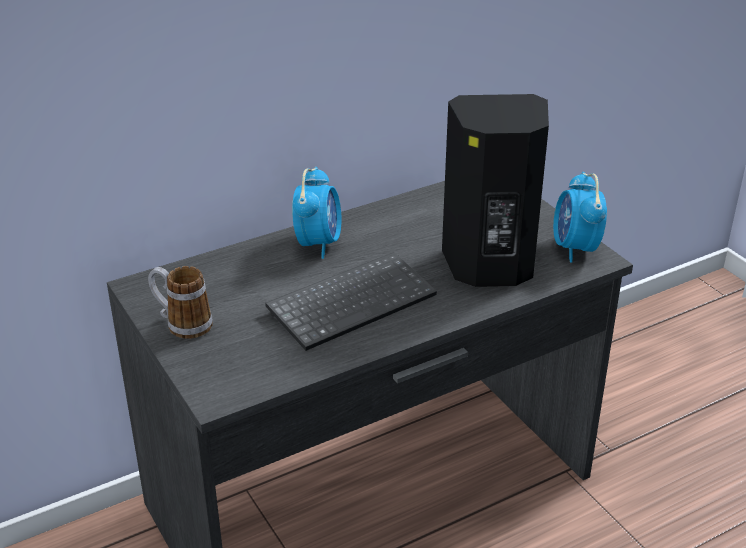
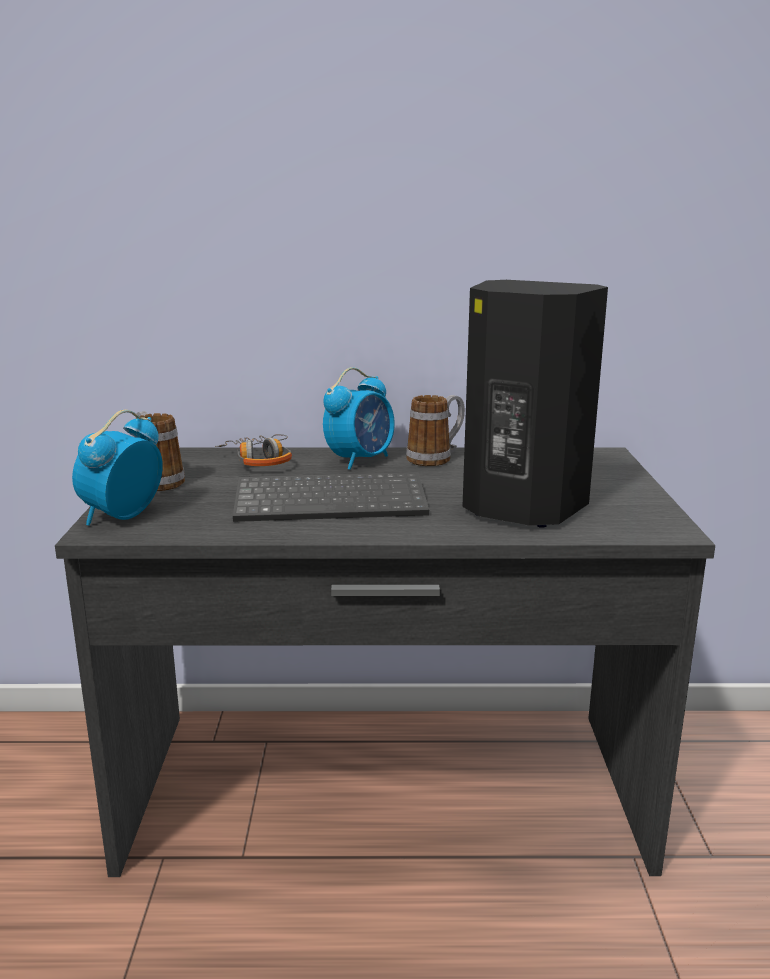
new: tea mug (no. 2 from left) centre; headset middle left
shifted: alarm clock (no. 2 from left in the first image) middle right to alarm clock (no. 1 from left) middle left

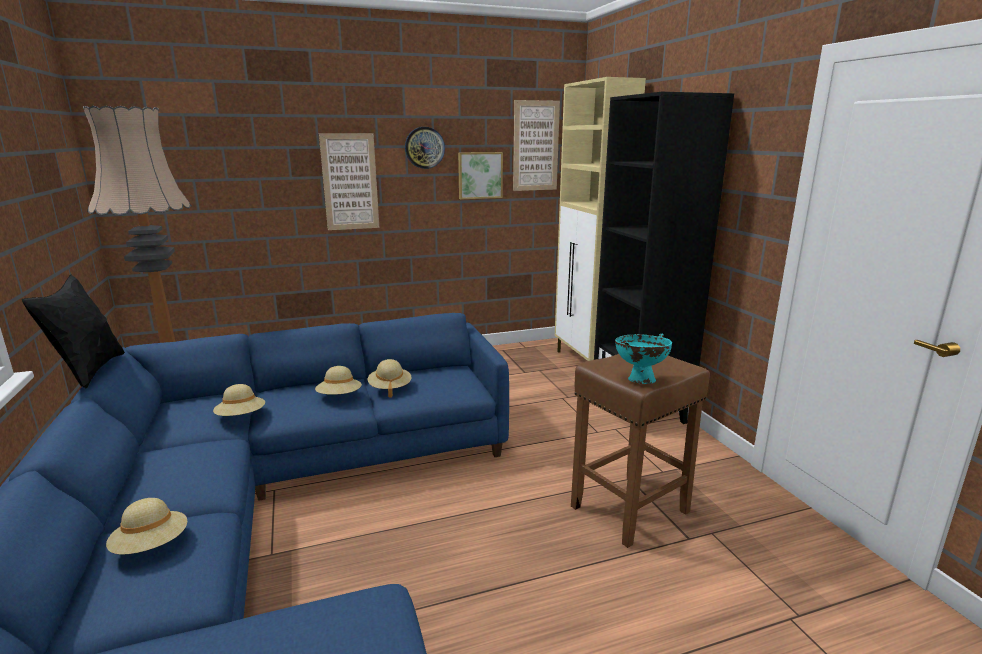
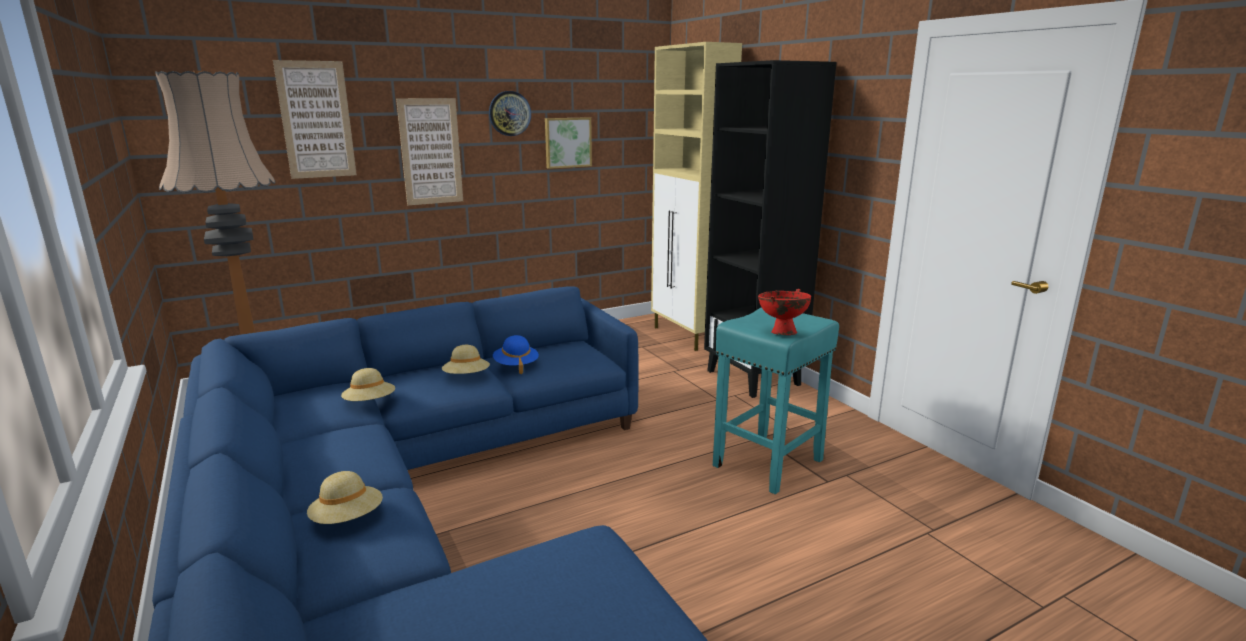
gone: cushion in black middle left
shifted: picture (no. 3 from left in the first image) top centre to picture (no. 1 from left) top left
repainted: bowl in turquoise-coloured centre to bowl in reddish centre; sitting stool in brown bottom centre to sitting stool in turquoise-coloured centre; wearable hat in sand-coloured (no. 4 from left) centre to wearable hat in blue centre

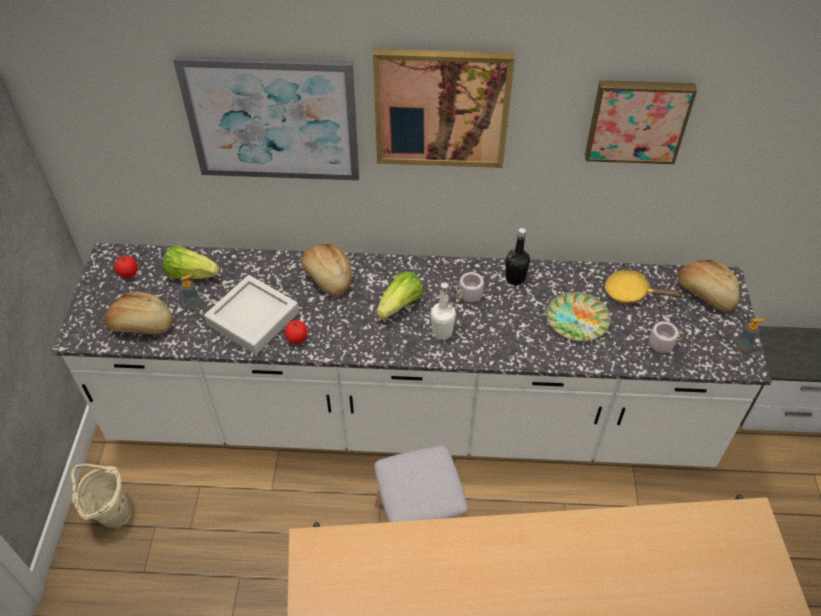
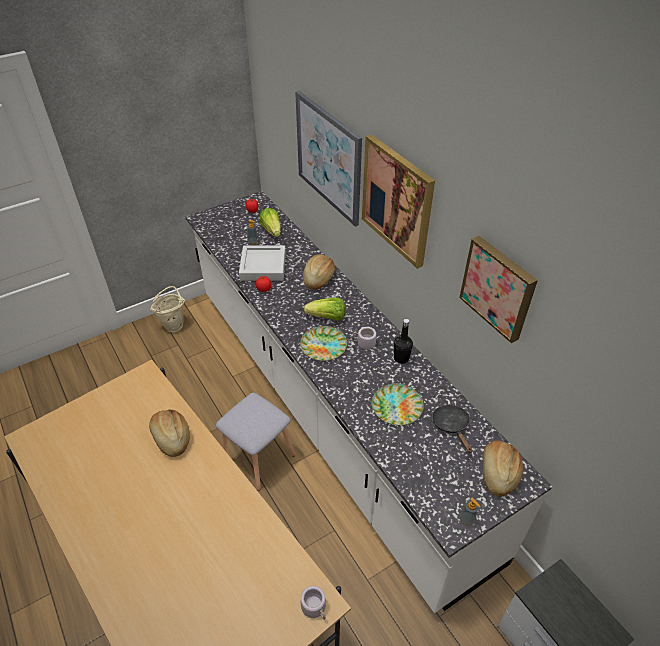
shifted: bread (no. 1 from left) middle left to bottom left; tea mug in gray (no. 2 from left in the first image) middle right to tea mug in gray (no. 1 from left) bottom centre
swapped: bottle in whitish centre to flat dish (no. 1 from left) centre
repainted: pan in yellow middle right to pan in black middle right

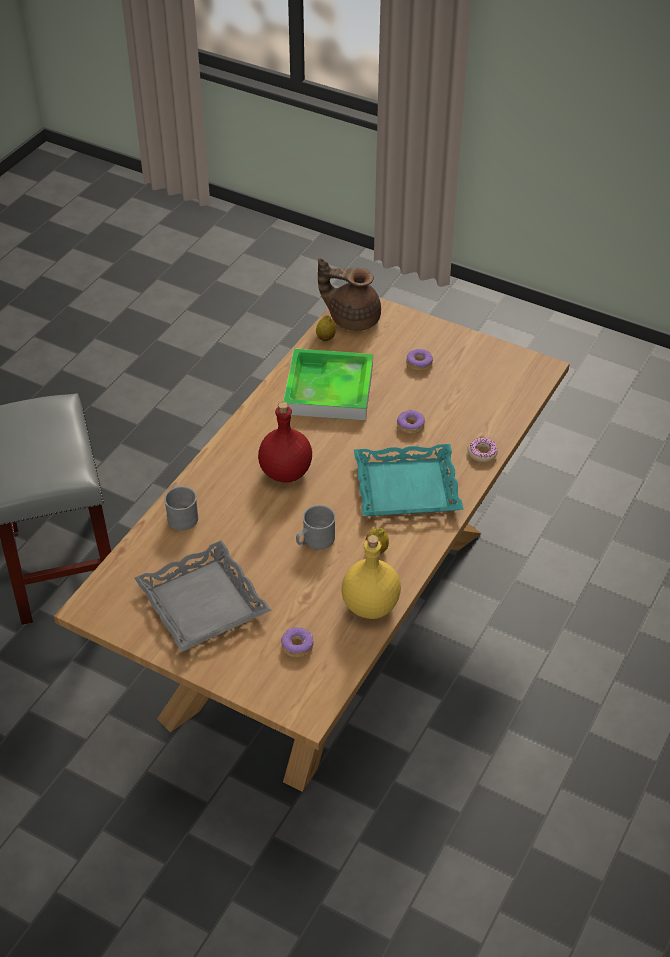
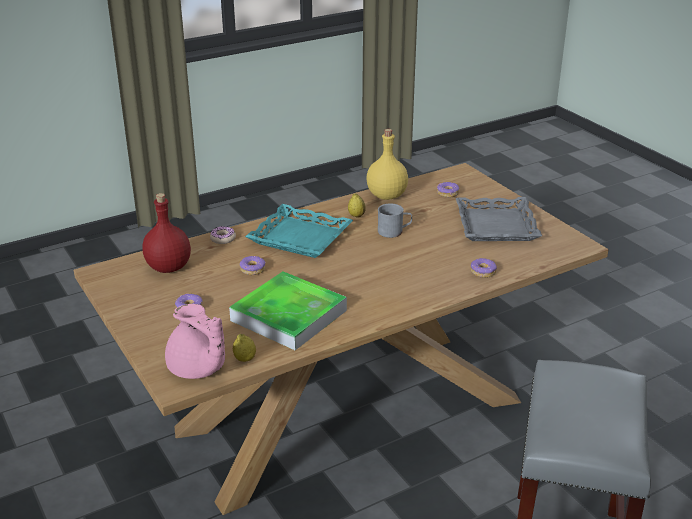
shifted: bottle in reddish centre to middle left
swapped: tea mug in gray (no. 1 from left) middle left to ring doughnut (no. 5 from left) middle right
repainted: teapot in brown top centre to teapot in pink middle left

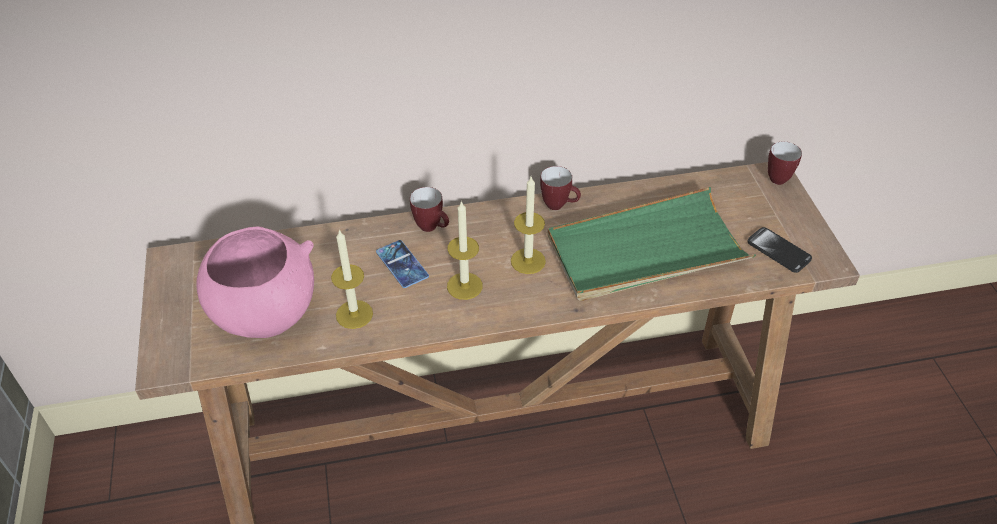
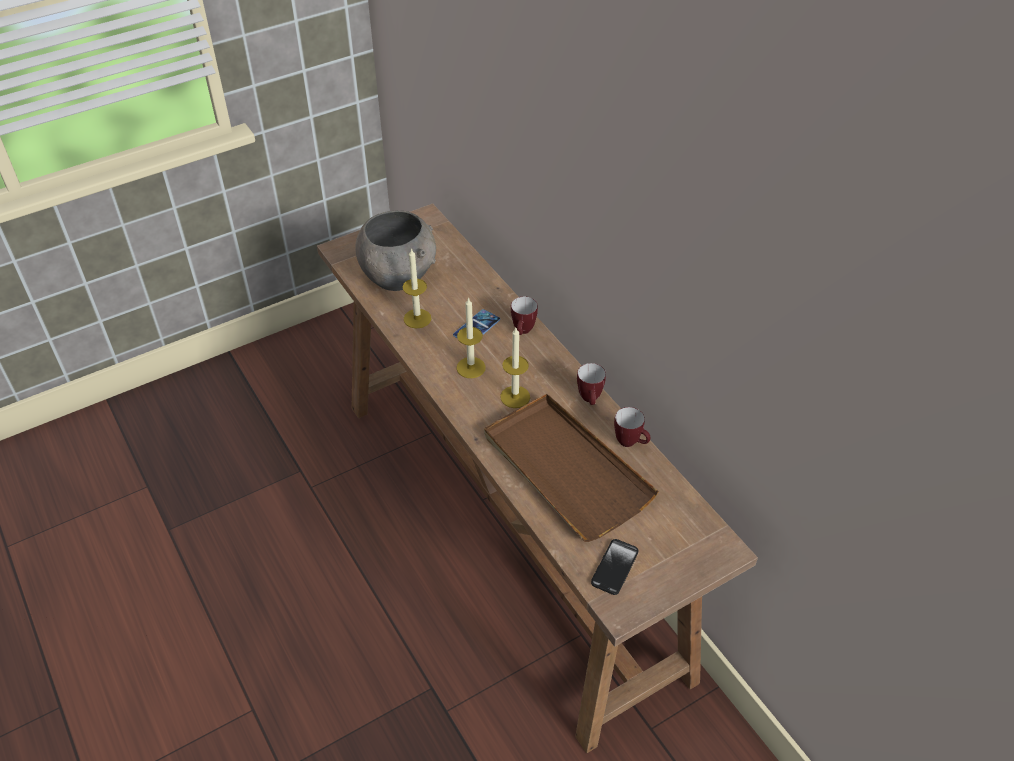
shifted: tea mug (no. 3 from left) top right to centre
repainted: carrying tray in greenish centre to carrying tray in brown centre; bowl in pink middle left to bowl in gray top centre

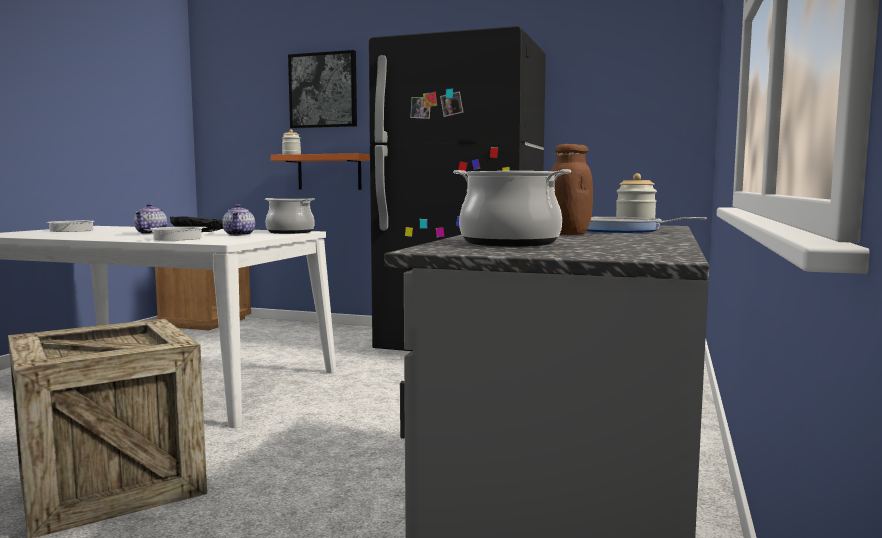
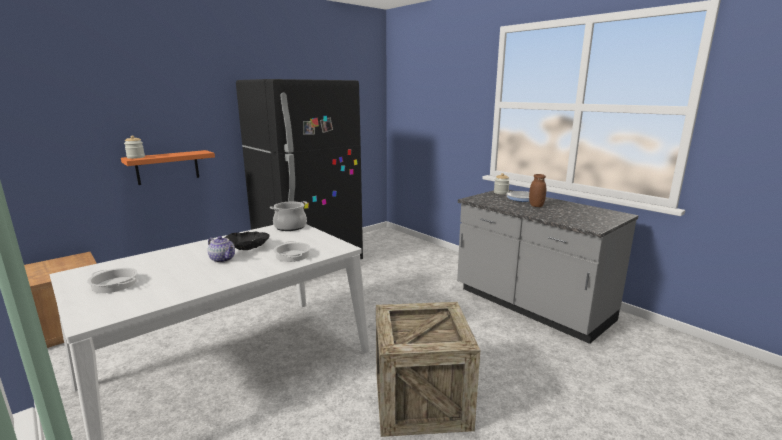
gone: picture top centre; cooking pot (no. 4 from left) centre; teapot (no. 2 from left) middle left

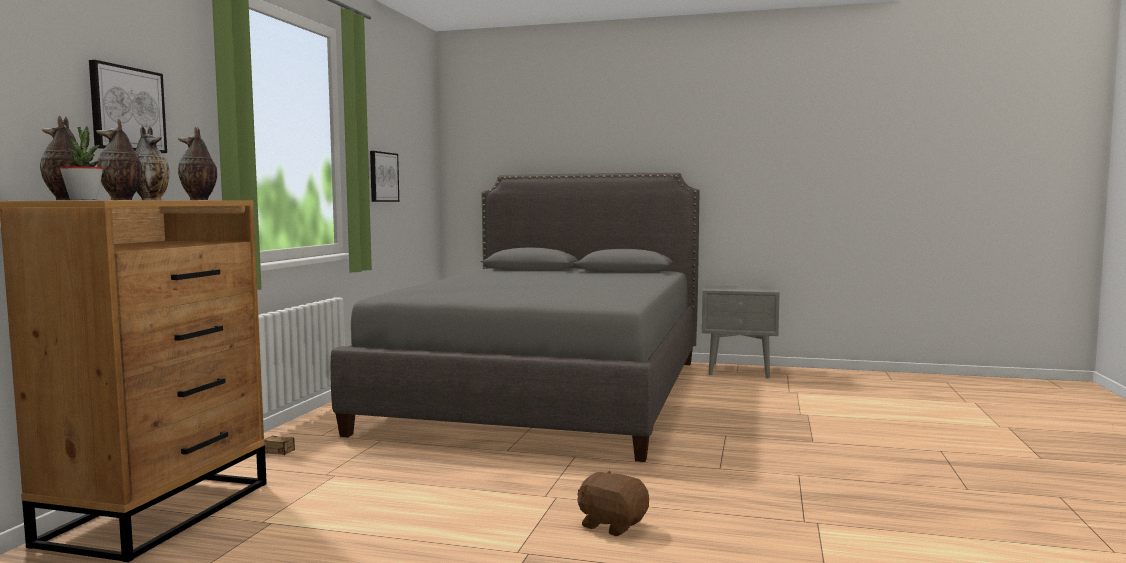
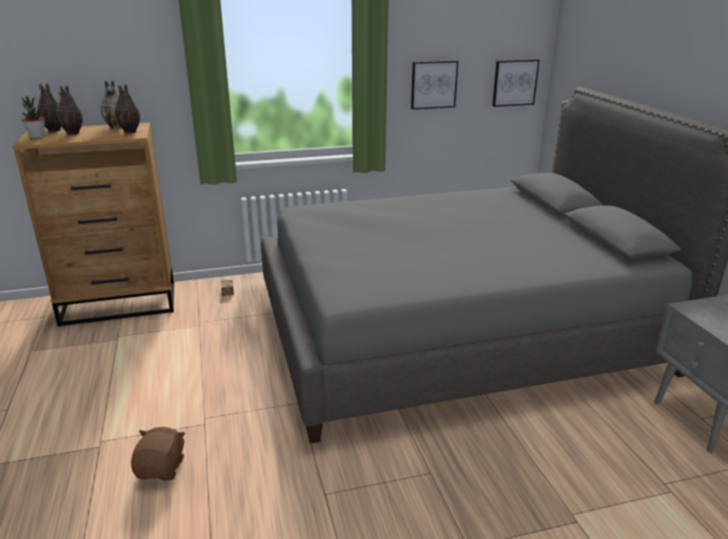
shifted: picture (no. 1 from left in the first image) top left to picture (no. 2 from left) top right

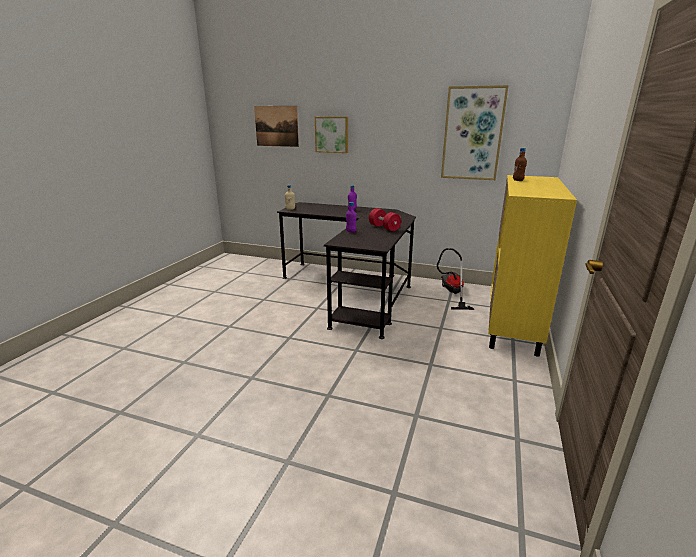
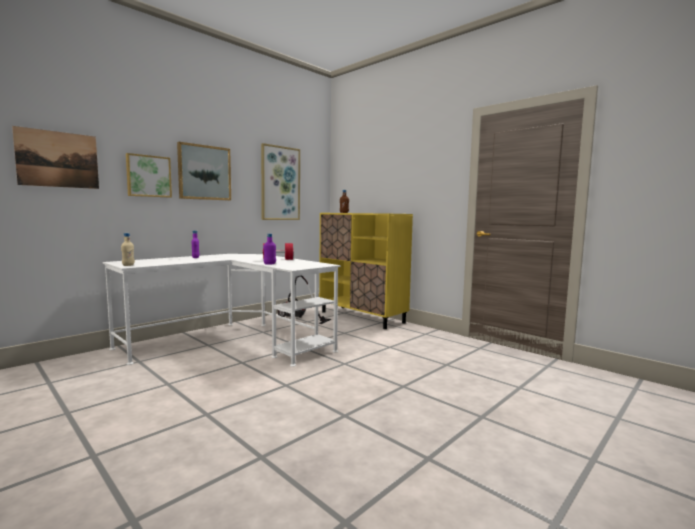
new: picture (no. 3 from left) top left
repainted: desk in black centre to desk in whitish middle left

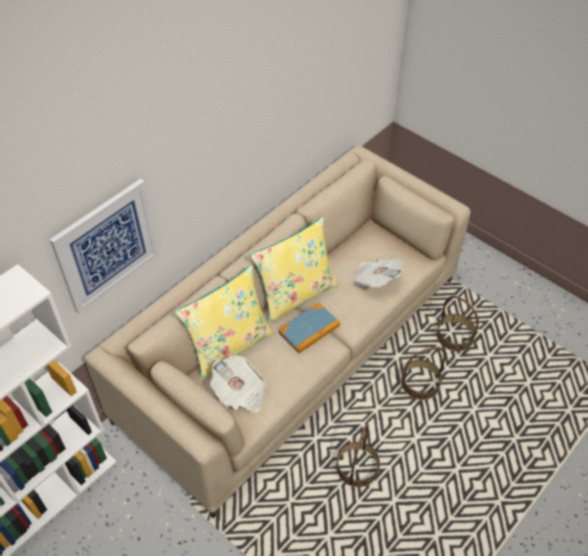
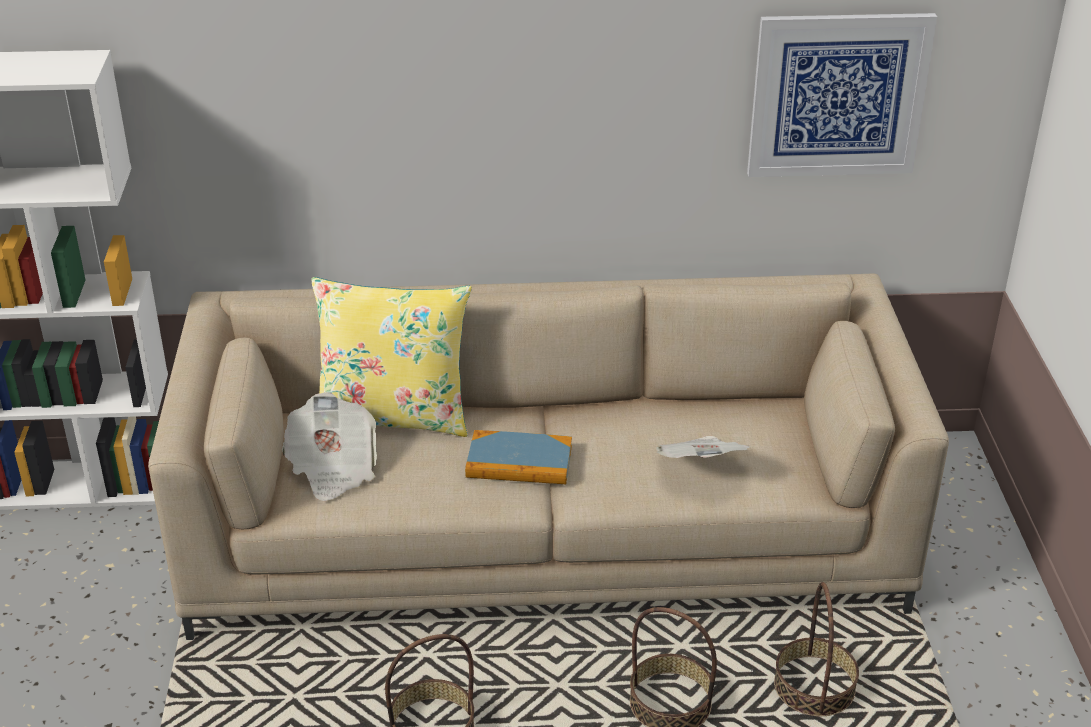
gone: cushion in yellow (no. 2 from left) centre
shifted: picture middle left to top right

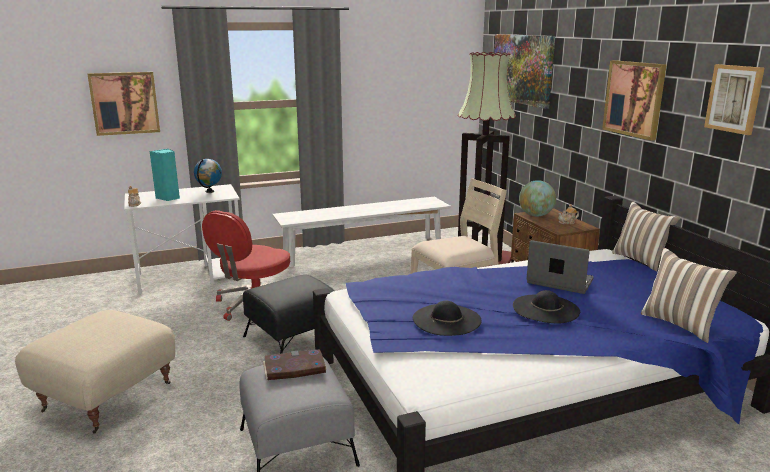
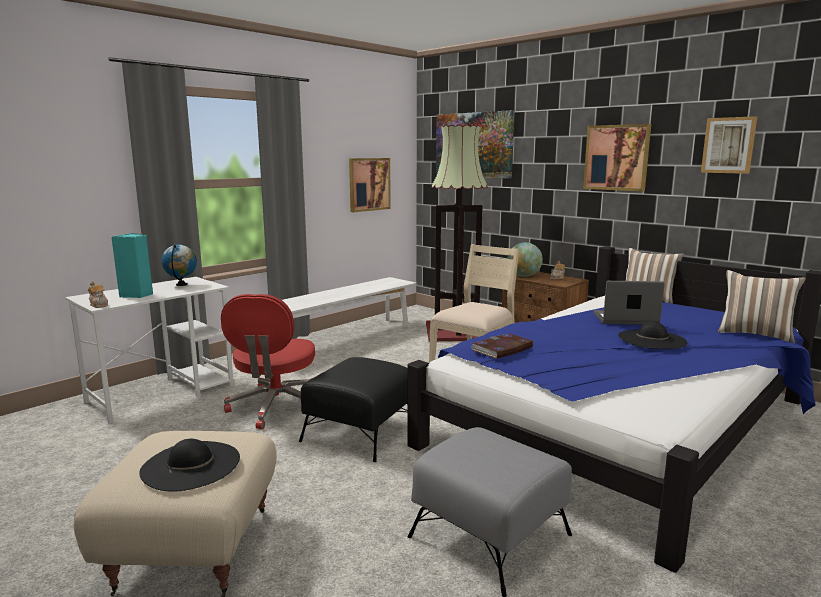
shifted: picture (no. 1 from left) top left to top centre; wearable hat in black (no. 1 from left) bottom centre to bottom left; volume bottom centre to centre

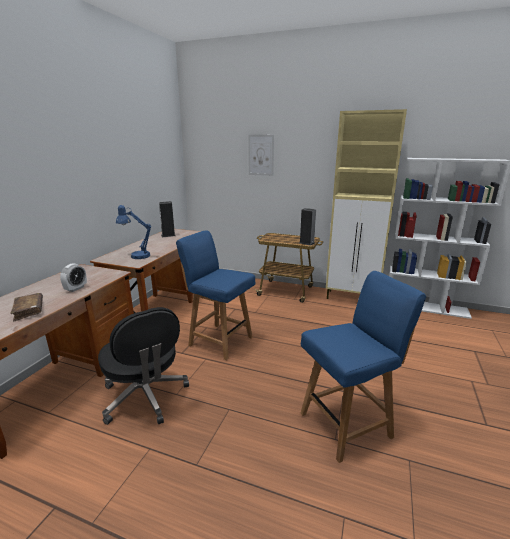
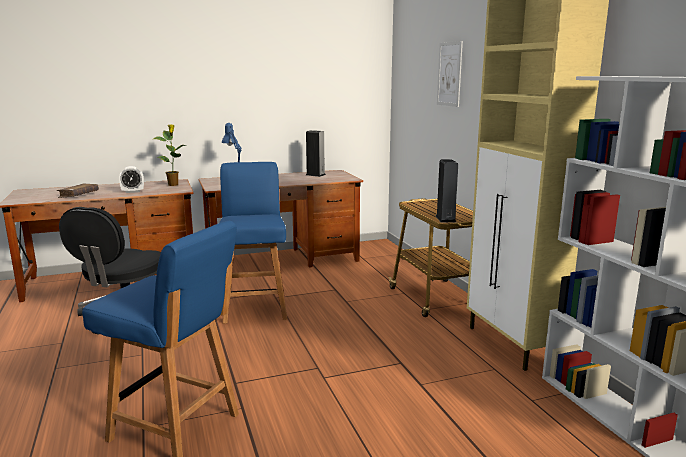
new: plant in a pot middle left

